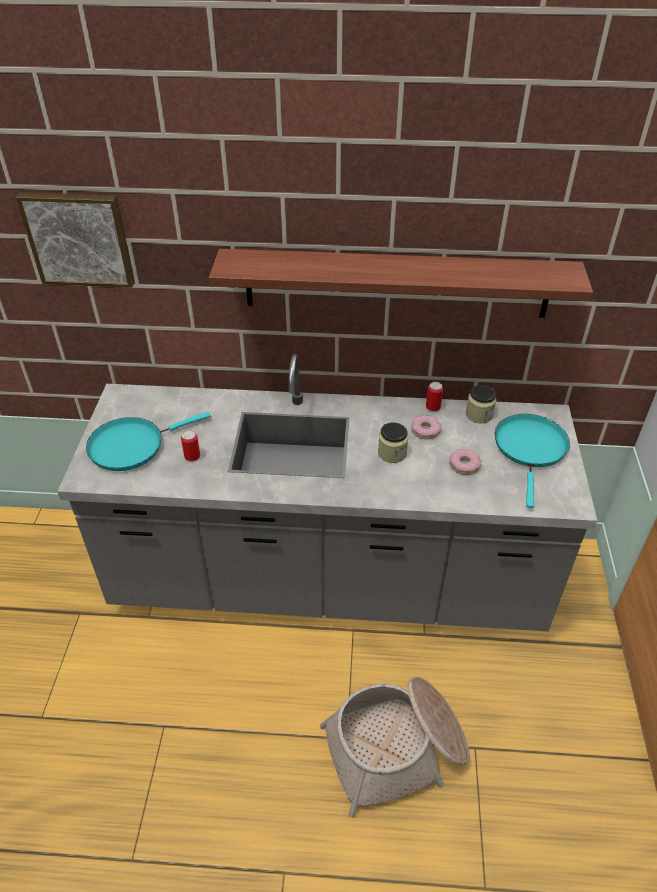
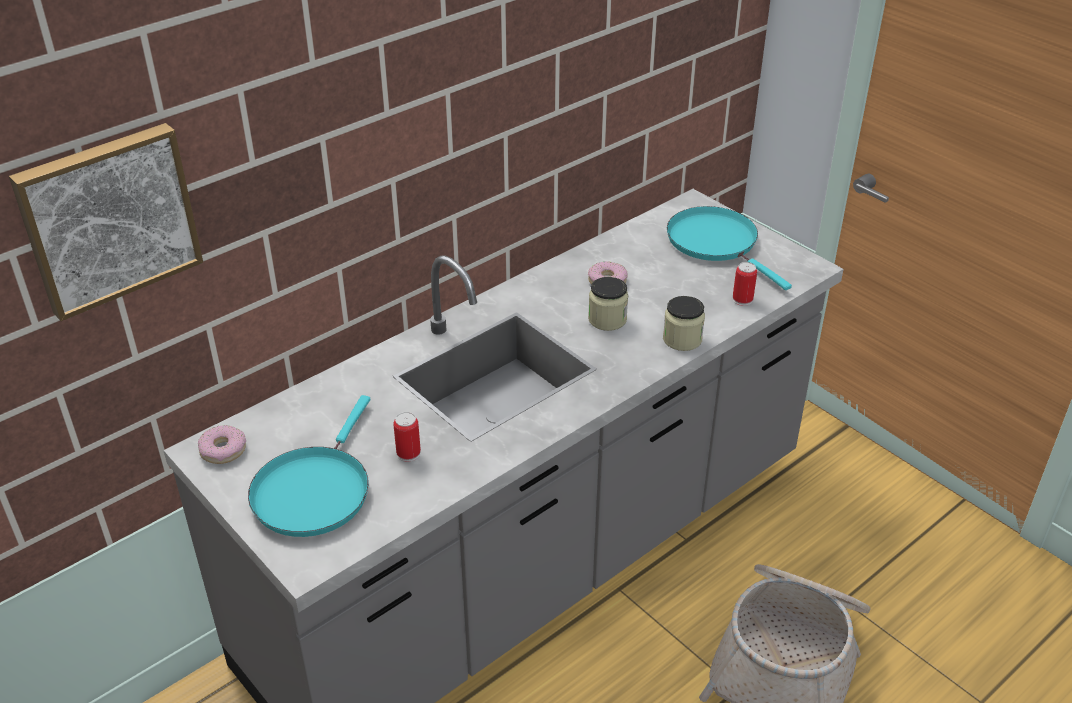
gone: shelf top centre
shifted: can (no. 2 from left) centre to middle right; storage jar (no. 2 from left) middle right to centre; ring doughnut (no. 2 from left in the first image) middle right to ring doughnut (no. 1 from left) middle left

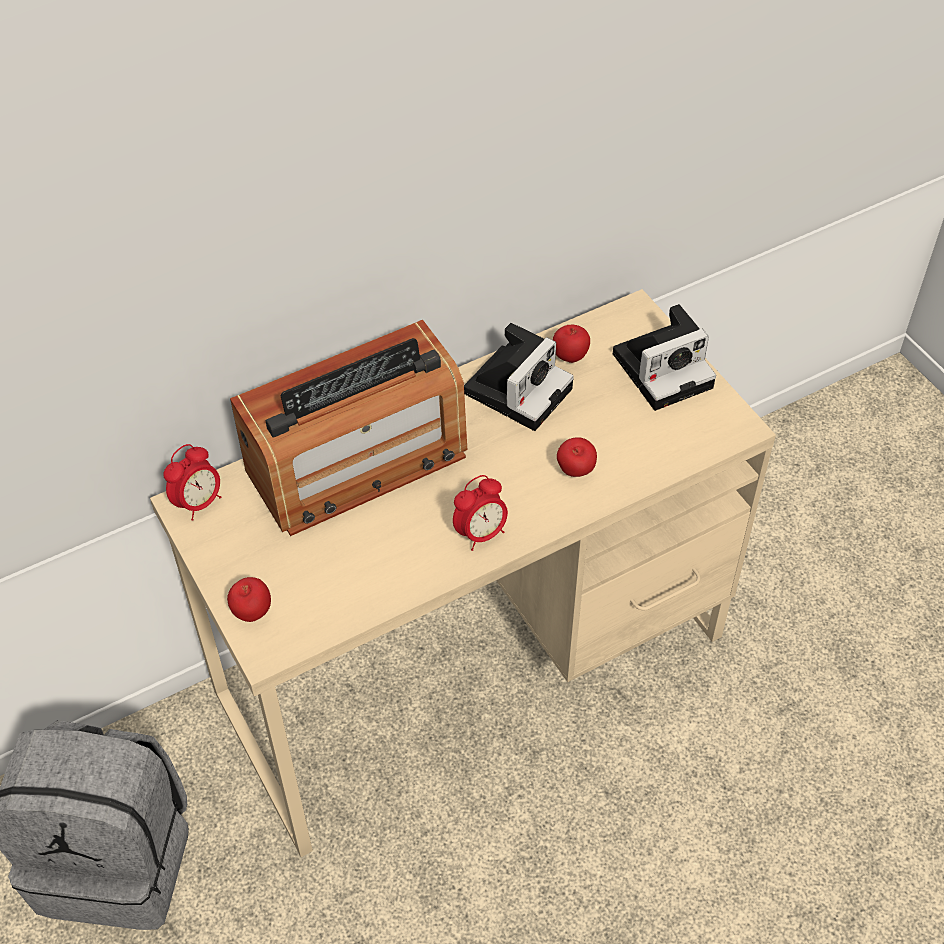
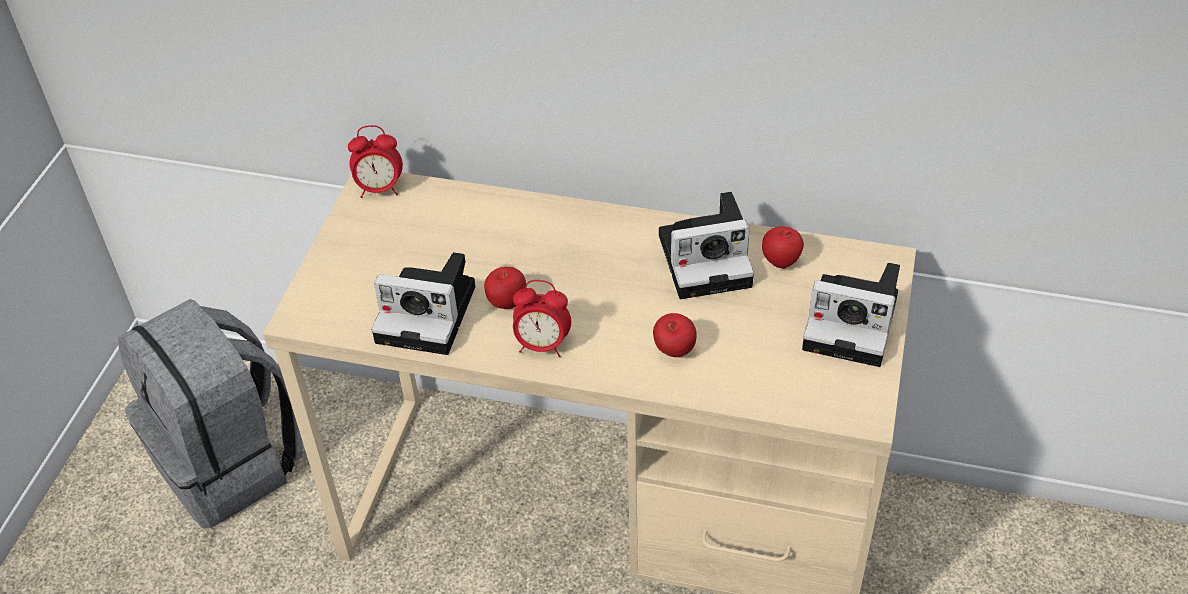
gone: radio set centre
new: photo camera (no. 1 from left) centre
shifted: apple (no. 1 from left) middle left to centre

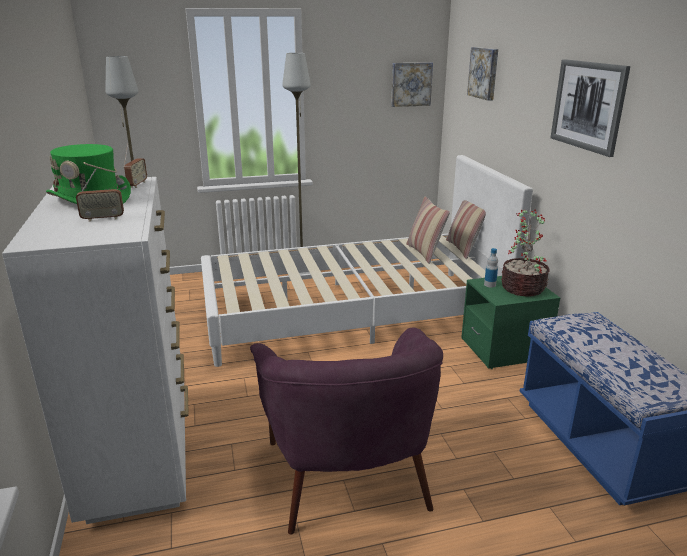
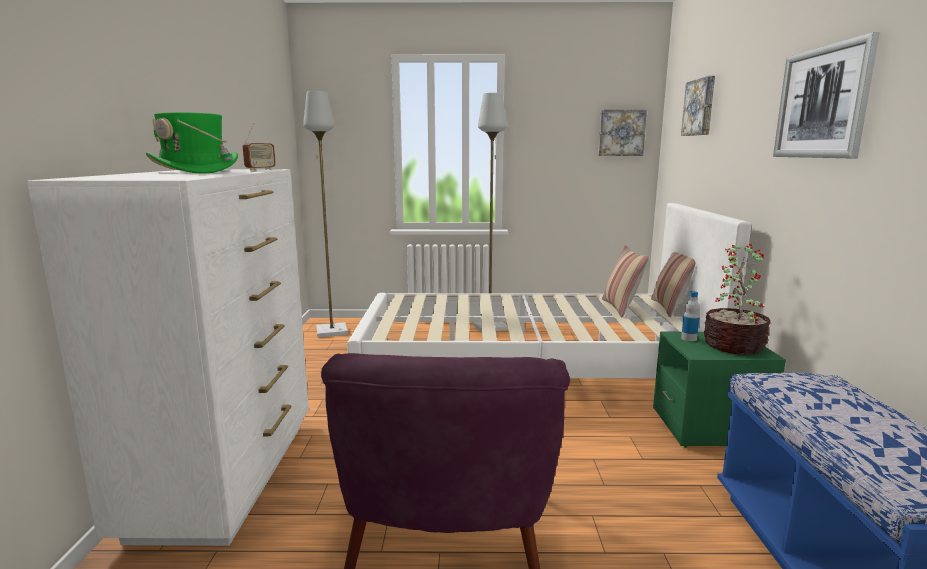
gone: radio set (no. 1 from left) middle left

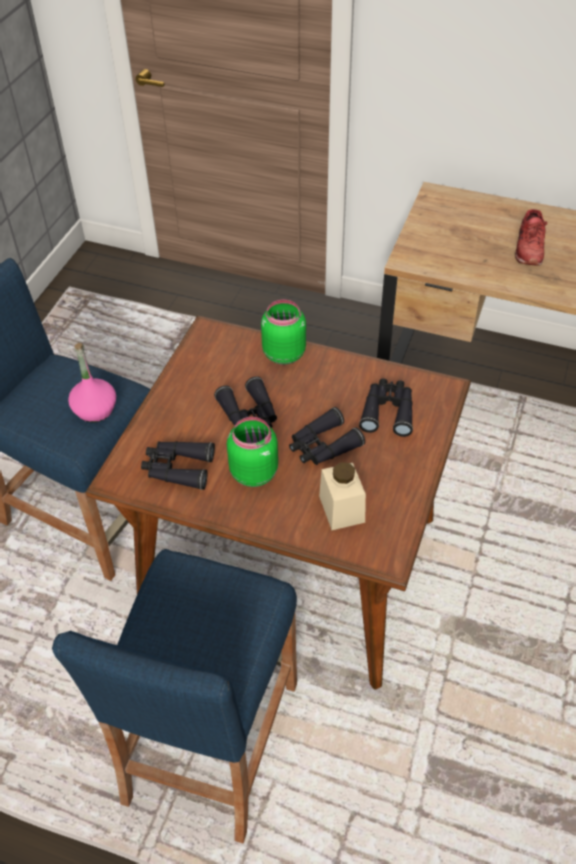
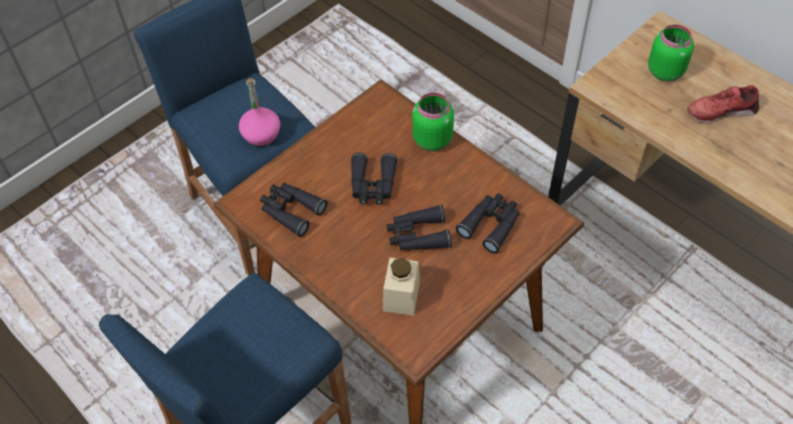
shifted: storage jar in greenish (no. 1 from left in the first image) centre to storage jar in greenish (no. 2 from left) top right
rotated: item of footwear in reddish top right = top right 45 degrees clockwise

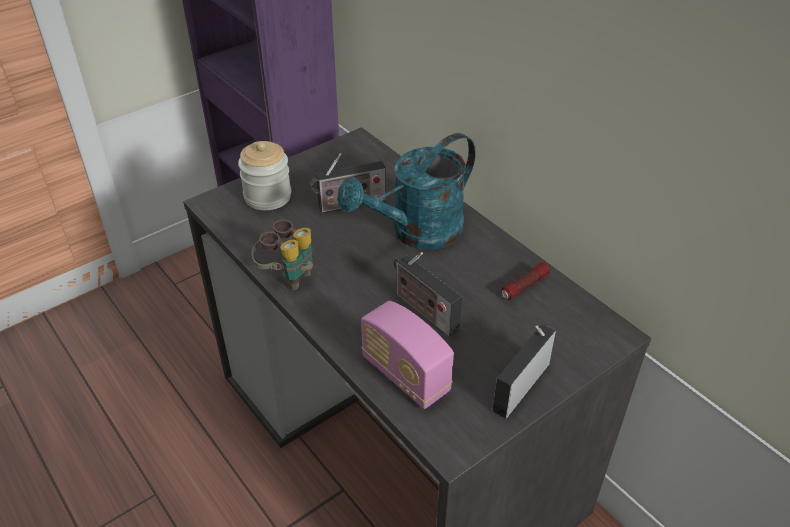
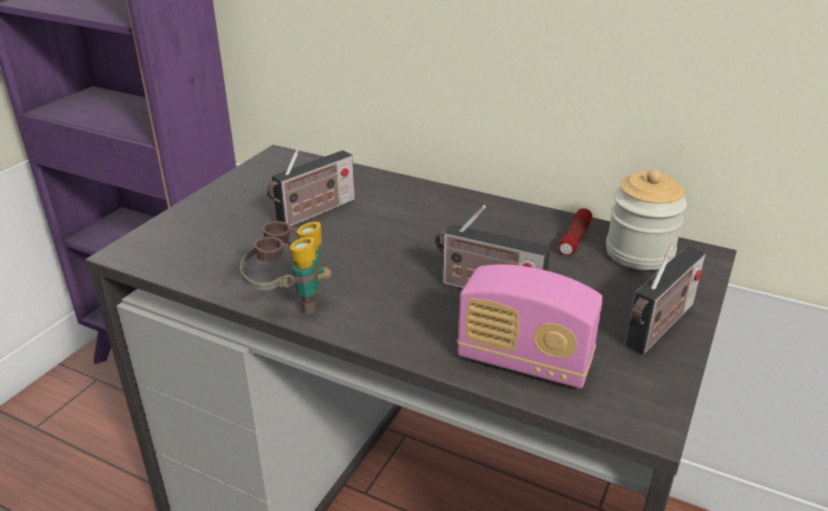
gone: watering pot in turquoise-coloured centre
shifted: storage jar top centre to middle right
rotated: radio set (no. 4 from left) bottom centre = middle right 150 degrees counterclockwise

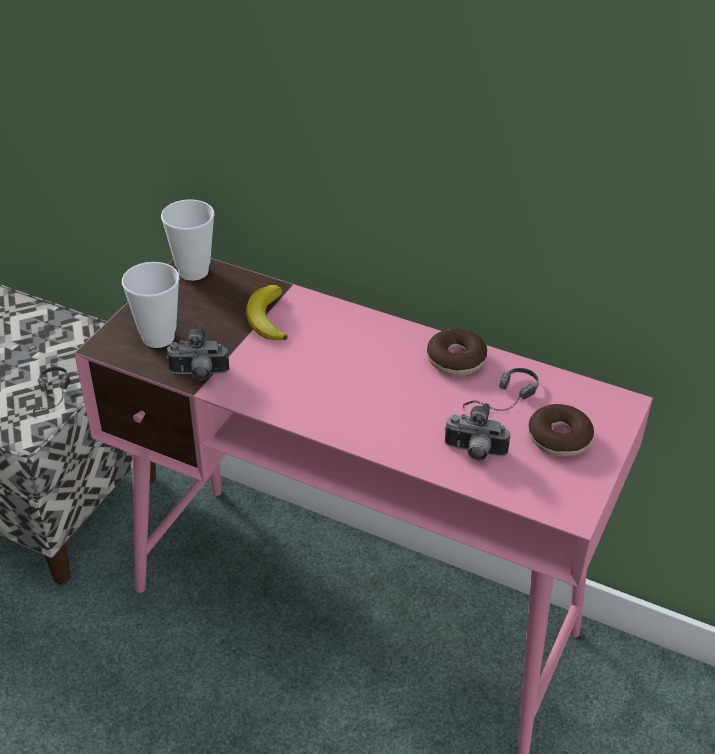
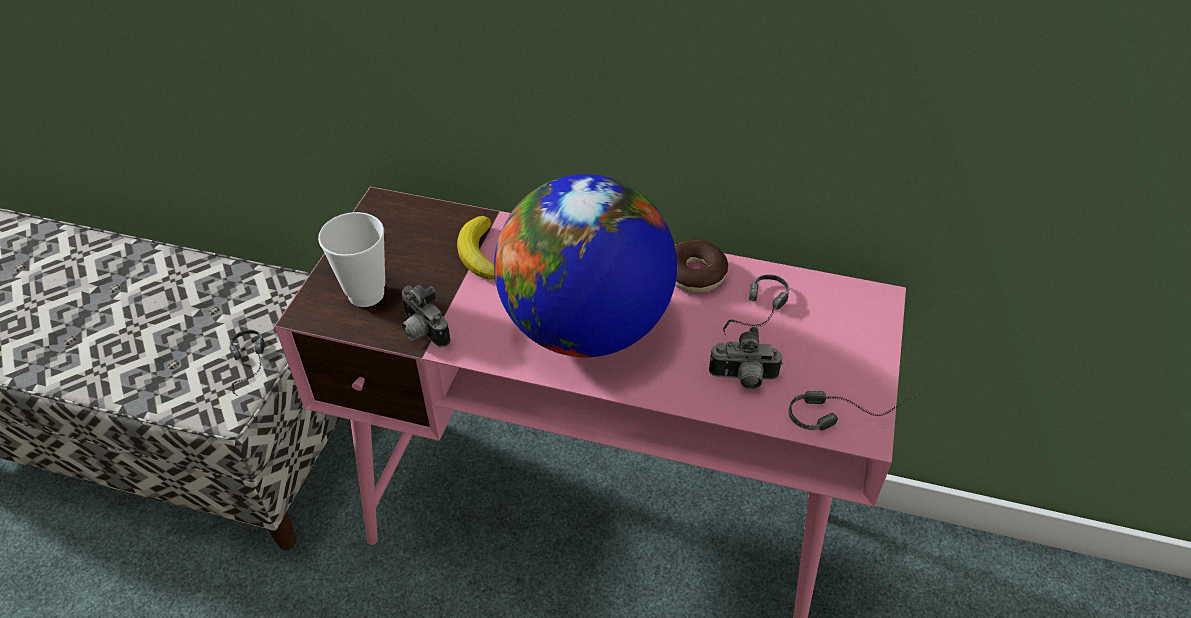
gone: cup (no. 2 from left) top left; ring doughnut (no. 2 from left) middle right
new: world globe centre; headset (no. 3 from left) middle right
rotated: photo camera (no. 1 from left) middle left = centre 60 degrees clockwise

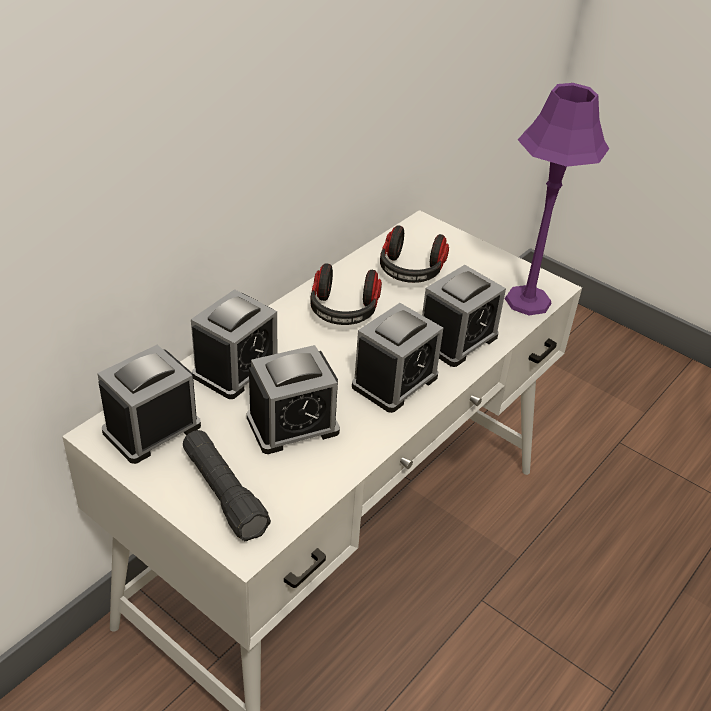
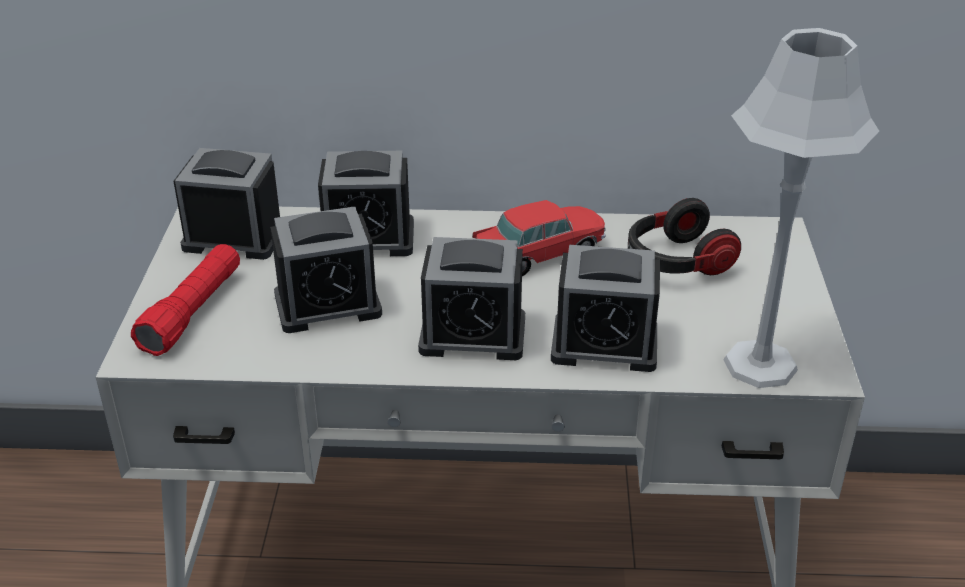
swapped: headset (no. 1 from left) centre to model car centre
repainted: lamp for a table in purplish top right to lamp for a table in gray middle right; flashlight in black bottom left to flashlight in reddish middle left
rotated: alarm clock (no. 3 from left in the first image) centre = centre 45 degrees counterclockwise

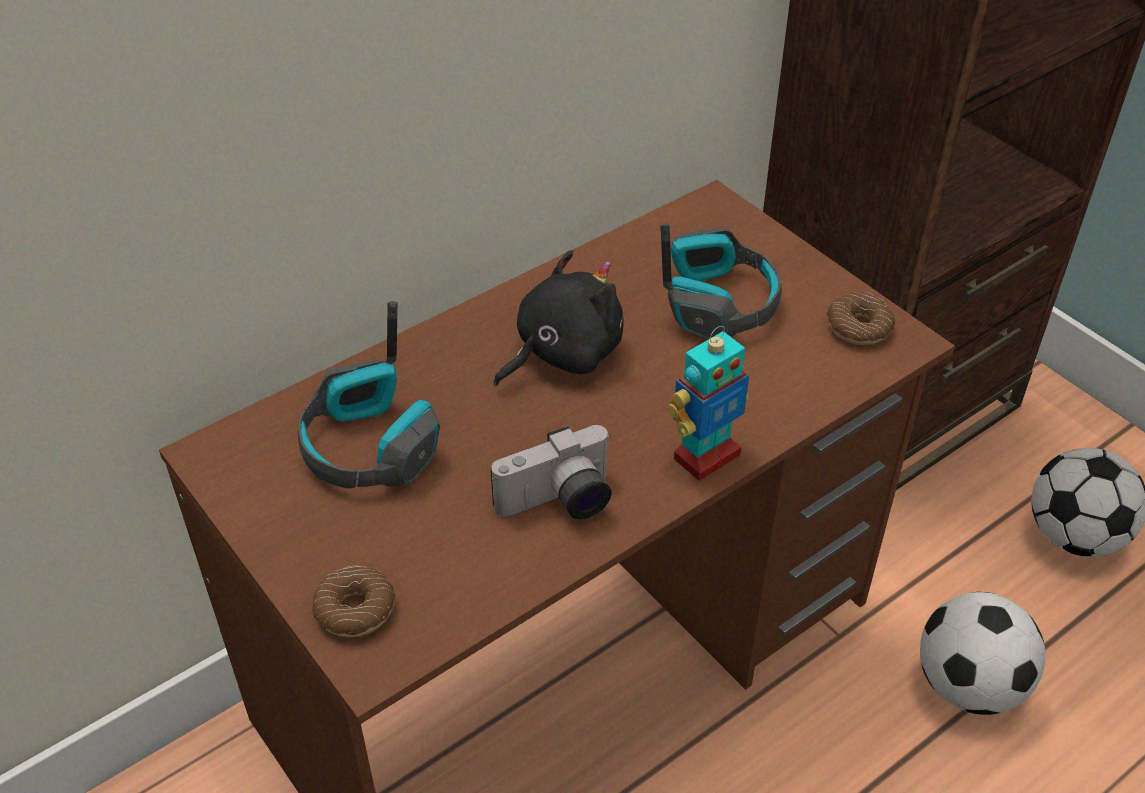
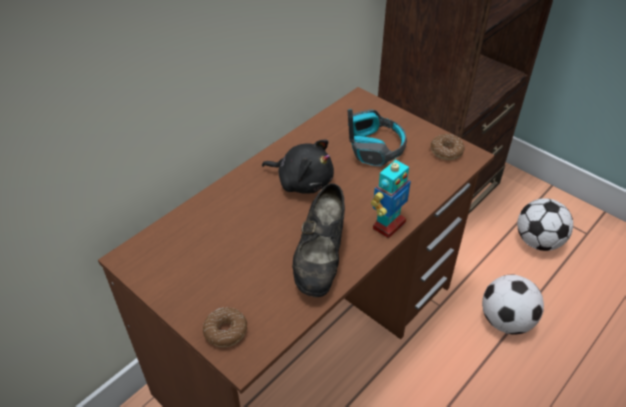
gone: headset (no. 1 from left) middle left
swapped: photo camera centre to item of footwear in black centre
rotated: plush toy in black centre = centre 75 degrees clockwise

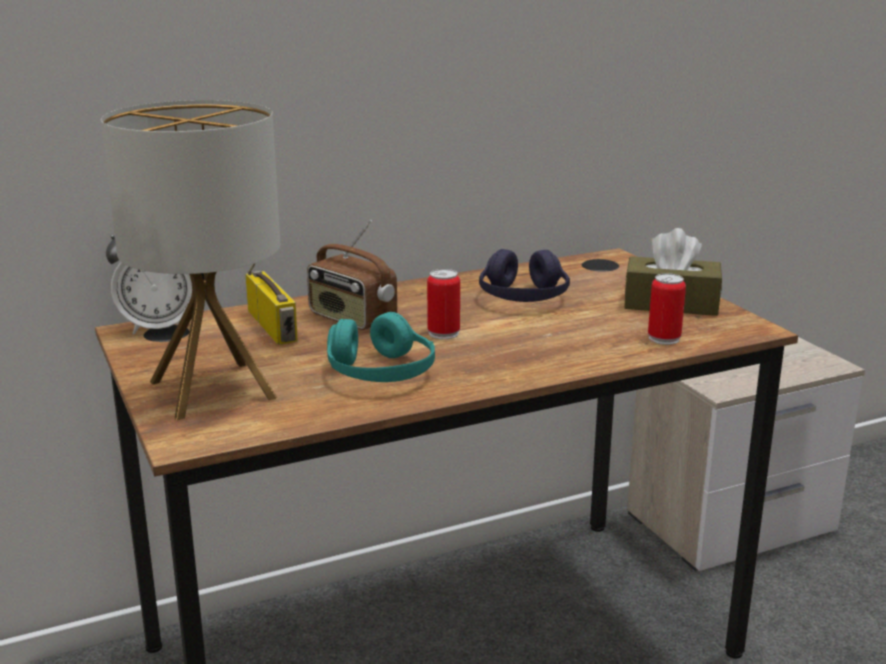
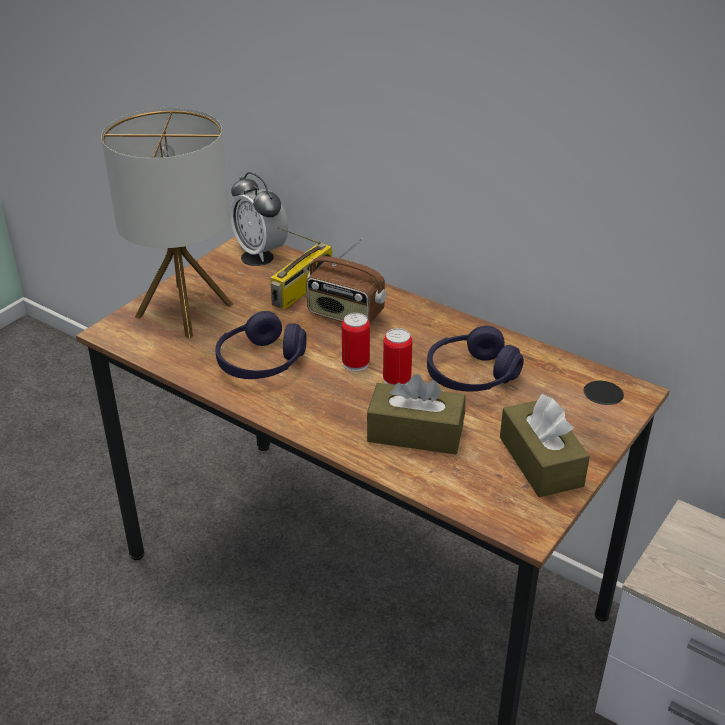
new: tissue holder in brown (no. 1 from left) centre
shifted: can (no. 2 from left) middle right to centre
repainted: headset in turquoise-coloured centre to headset in purplish (no. 1 from left) centre
rotated: radio set (no. 2 from left) centre = centre 75 degrees counterclockwise

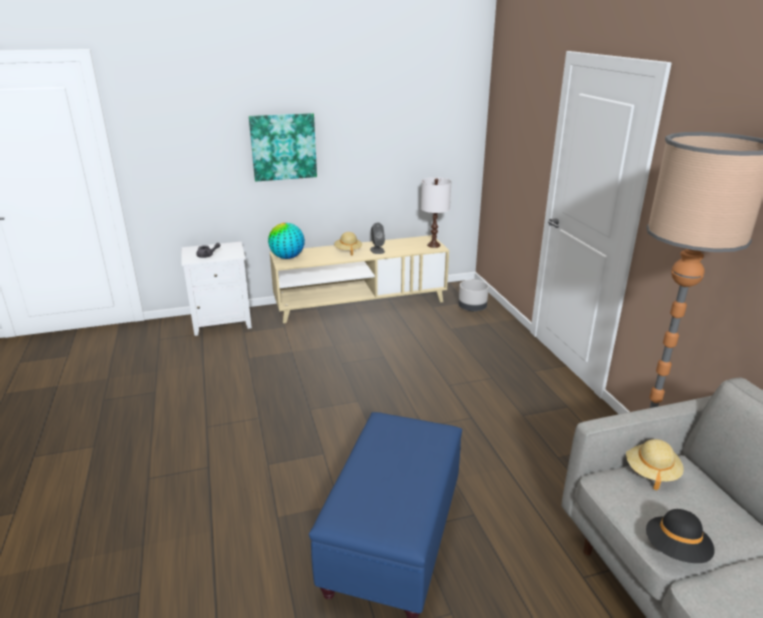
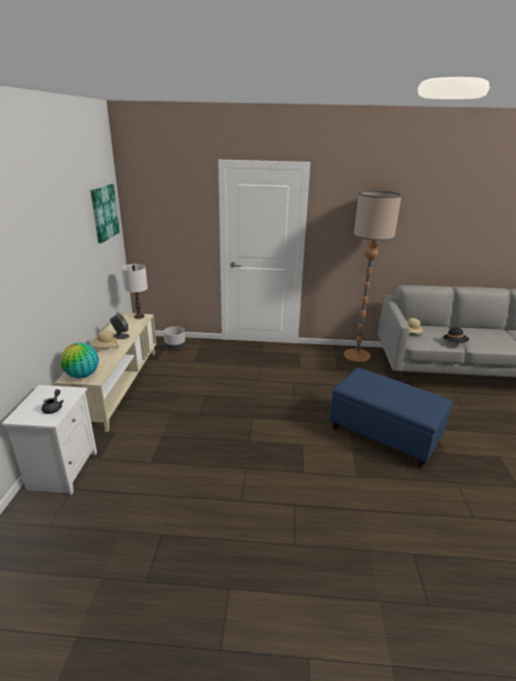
shifted: picture top centre to top left

